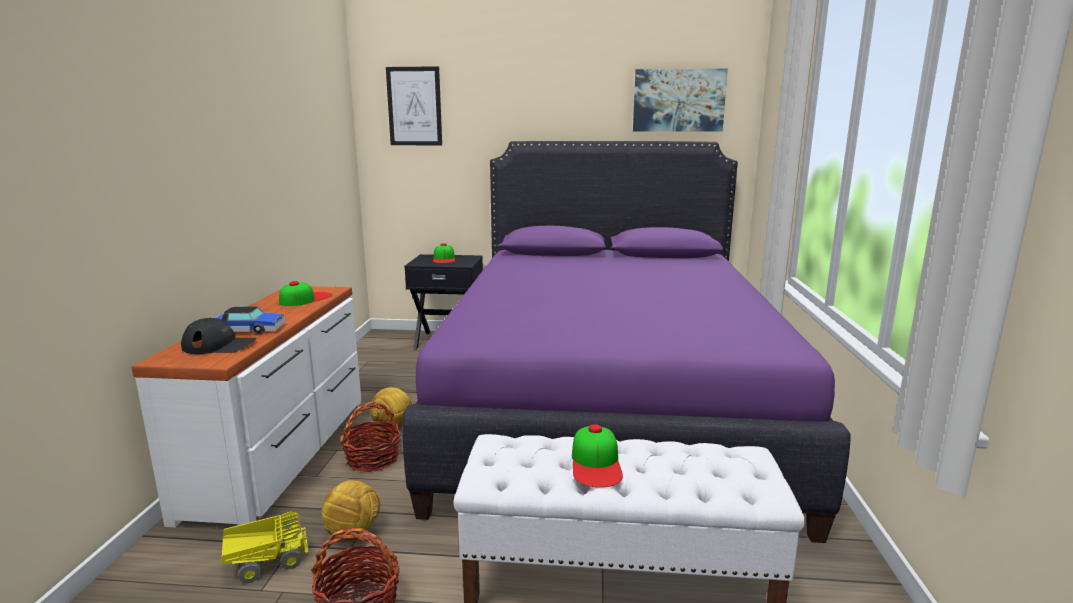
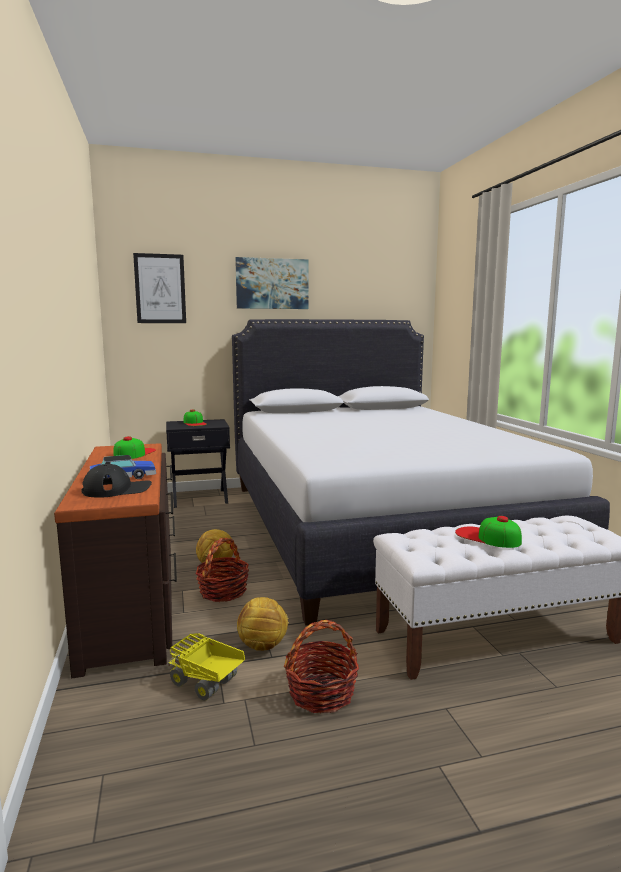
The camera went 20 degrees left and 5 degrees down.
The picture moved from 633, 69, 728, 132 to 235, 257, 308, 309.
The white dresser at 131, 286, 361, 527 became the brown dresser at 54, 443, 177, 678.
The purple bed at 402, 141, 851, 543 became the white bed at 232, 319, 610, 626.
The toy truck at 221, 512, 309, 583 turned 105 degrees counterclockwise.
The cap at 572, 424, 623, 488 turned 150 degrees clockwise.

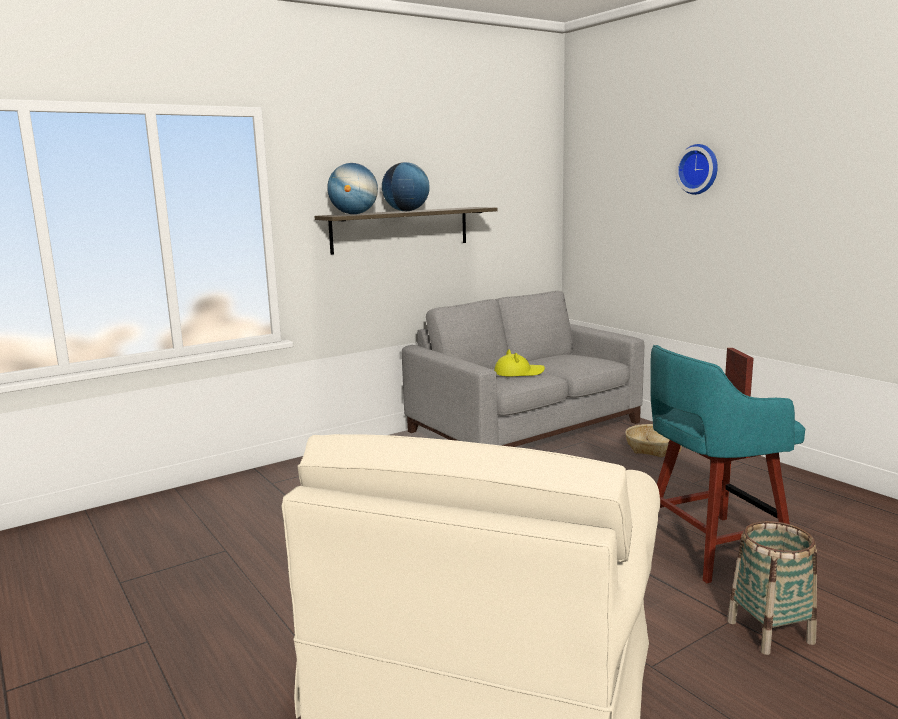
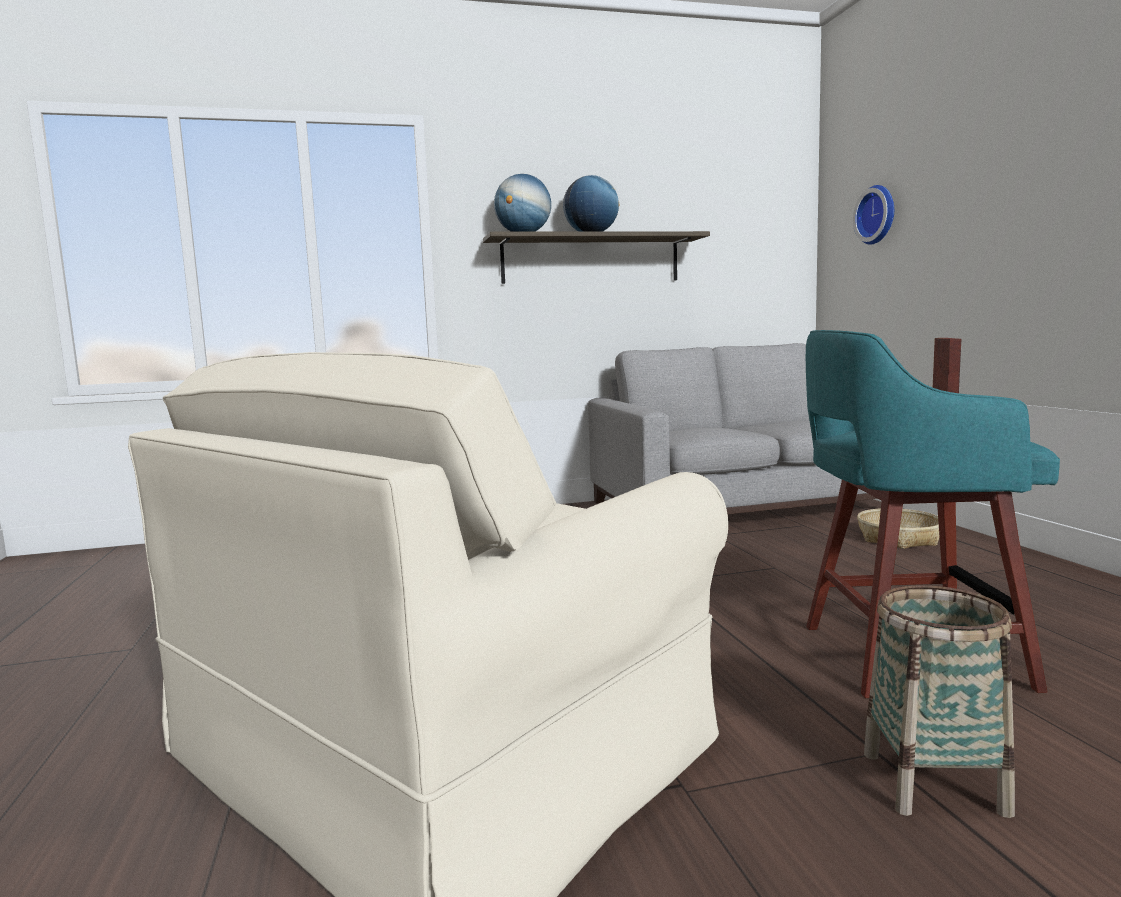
The camera went 20 degrees right and 5 degrees down.
The yellow hat at 494, 349, 545, 376 disappeared.
The wall clock moved from 675, 144, 718, 195 to 853, 185, 894, 245.

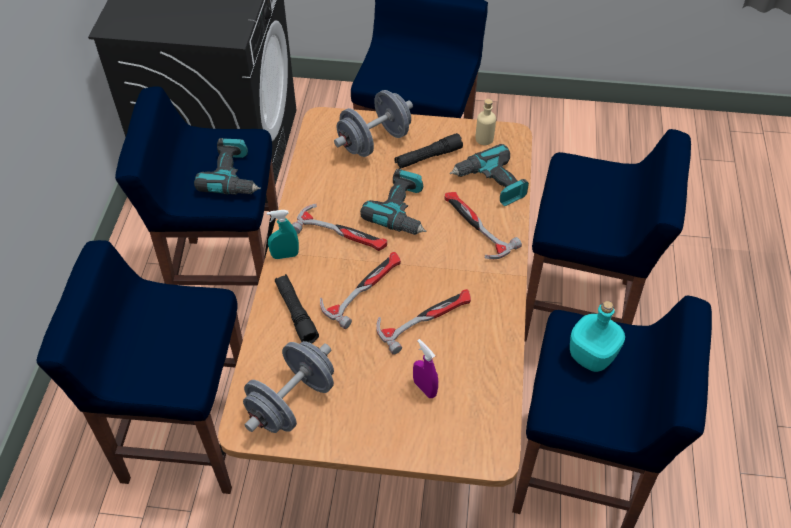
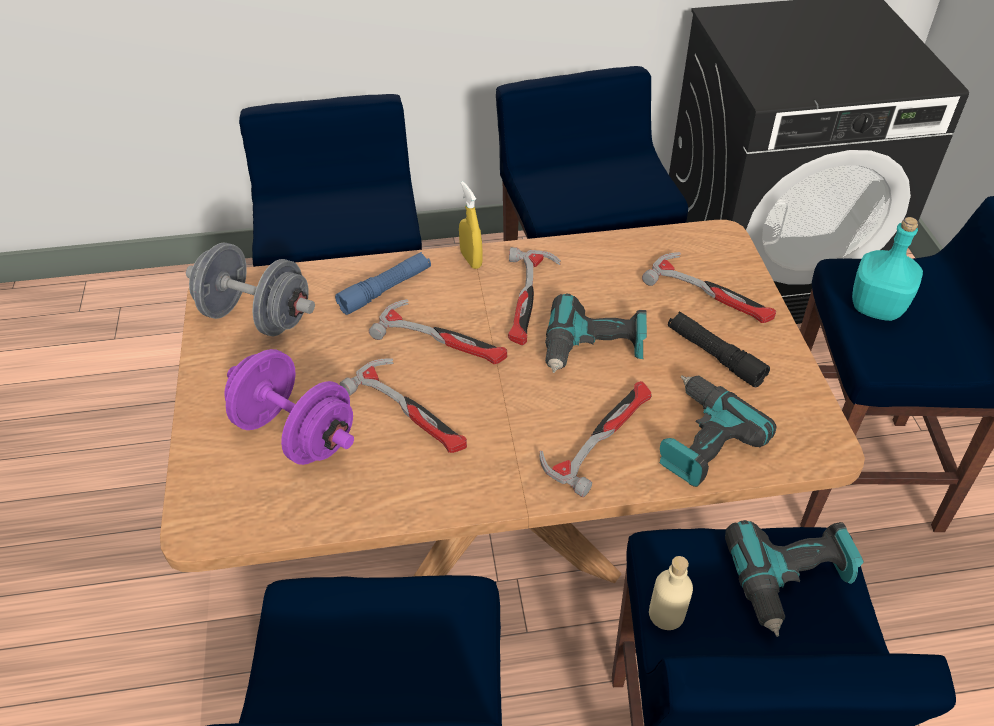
The camera went 75 degrees right and 5 degrees down.
The power drill moved from 194, 138, 261, 195 to 725, 520, 864, 637.
The beige bottle moved from 475, 99, 496, 145 to 649, 556, 693, 630.
The turquoise bottle moved from 570, 301, 625, 372 to 852, 217, 923, 321.
The grey dumbbell at 334, 90, 413, 157 was replaced by the hammer at 642, 252, 776, 323.
The purple spray bottle at 413, 339, 438, 398 was replaced by the purple dumbbell at 224, 349, 354, 465.
The turquoise spray bottle at 267, 210, 299, 259 became the yellow spray bottle at 459, 181, 482, 269.
The black flashlight at 275, 274, 319, 344 became the blue flashlight at 335, 252, 431, 315.

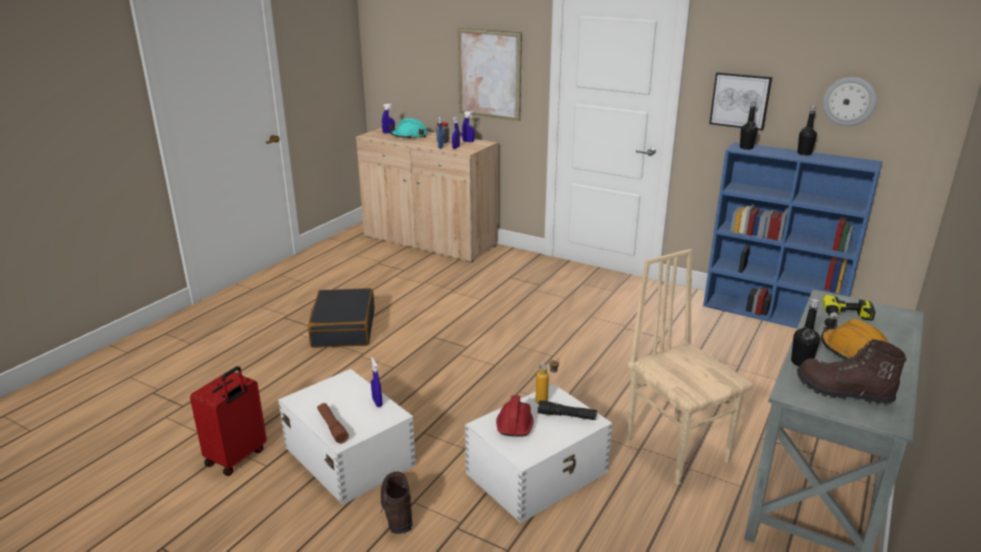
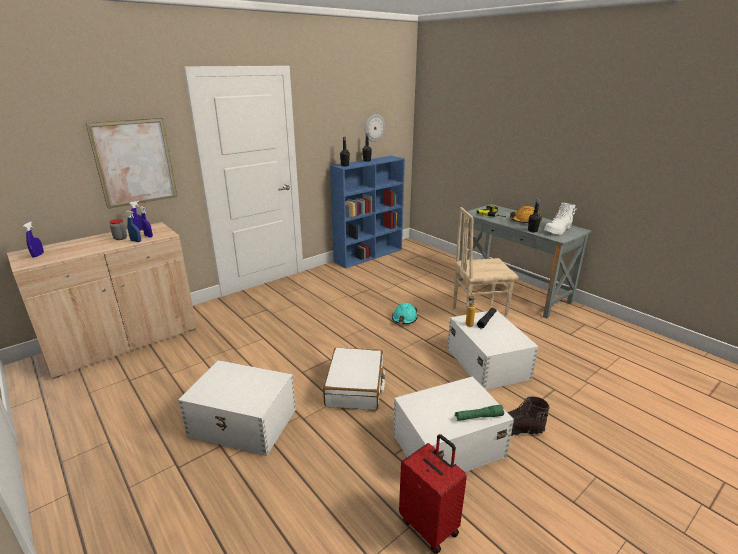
The camera went 70 degrees left and 0 degrees up.
The blue spray bottle at 371, 357, 382, 407 disappeared.
The red hard hat at 496, 395, 534, 437 disappeared.
The picture at 709, 72, 772, 131 disappeared.
The white suitcase at 323, 347, 385, 410 appeared.
The turquoise hard hat moved from 389, 118, 427, 138 to 392, 303, 418, 324.
The black suitcase at 308, 288, 374, 348 was replaced by the white storage box at 178, 360, 296, 456.
The brown flashlight at 317, 403, 349, 444 became the green flashlight at 455, 405, 504, 421.
The brown boot at 797, 339, 907, 404 became the white boot at 543, 203, 577, 235.

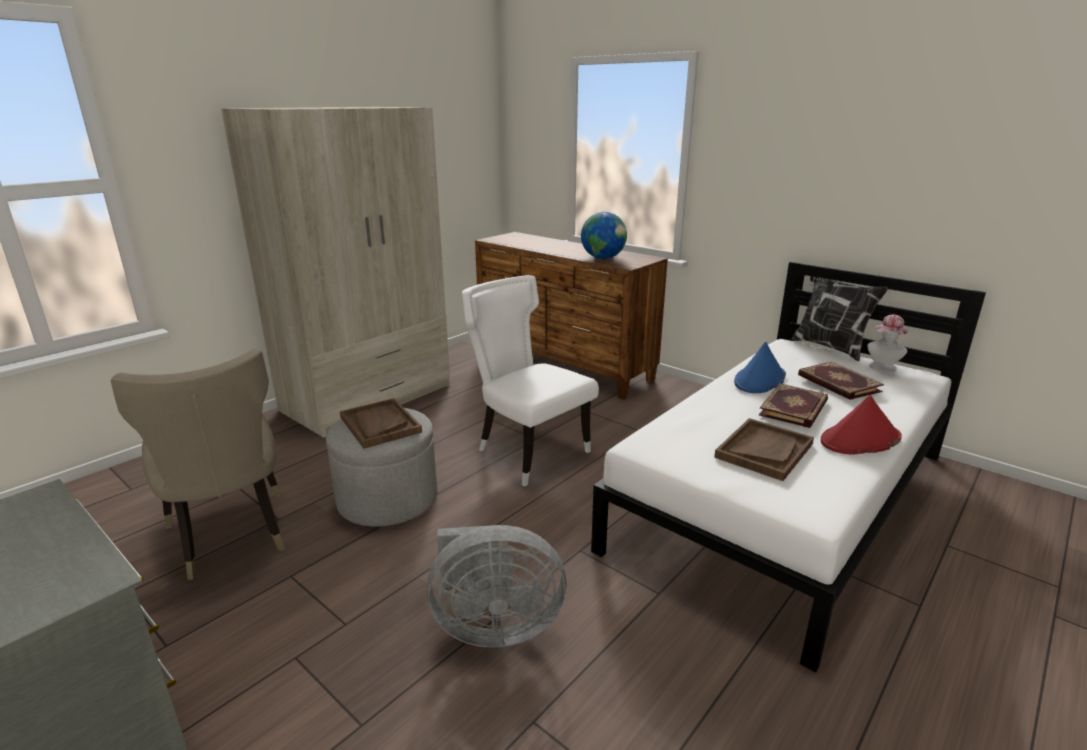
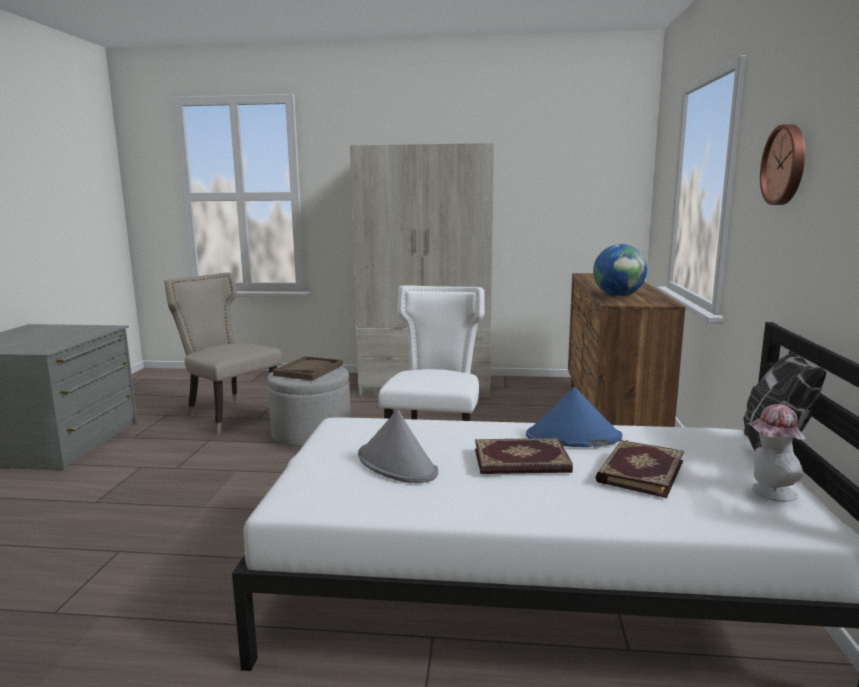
The camera went 55 degrees right and 10 degrees down.
The grey fan at 427, 525, 566, 647 disappeared.
The red hat at 821, 395, 902, 455 disappeared.
The wall clock at 760, 124, 805, 205 appeared.
The brown tray at 714, 418, 814, 481 was replaced by the grey hat at 358, 409, 438, 483.
The beige chair at 111, 349, 285, 580 turned 105 degrees clockwise.

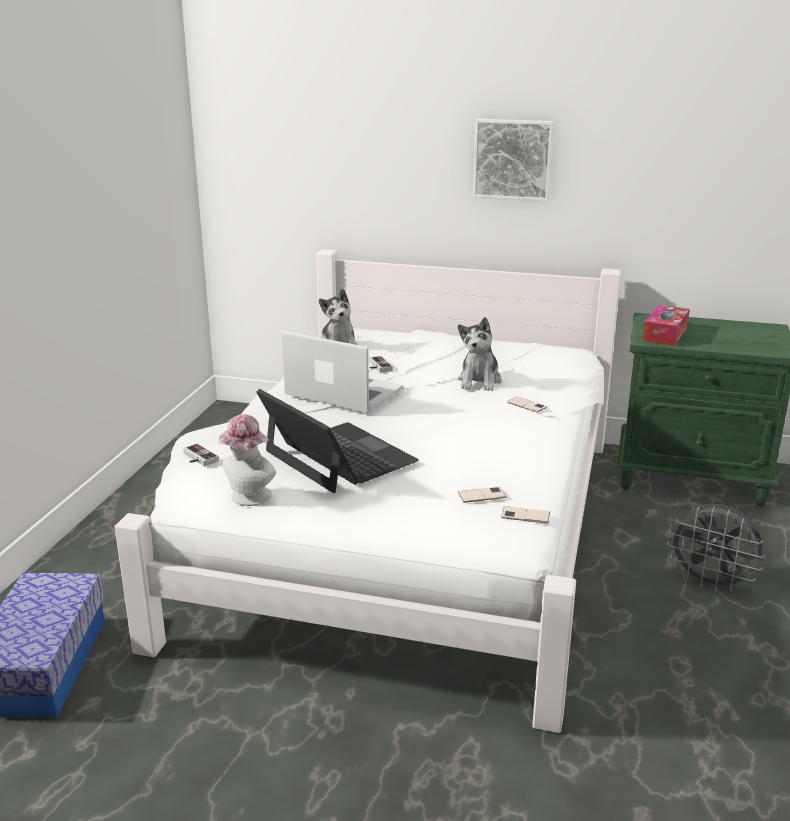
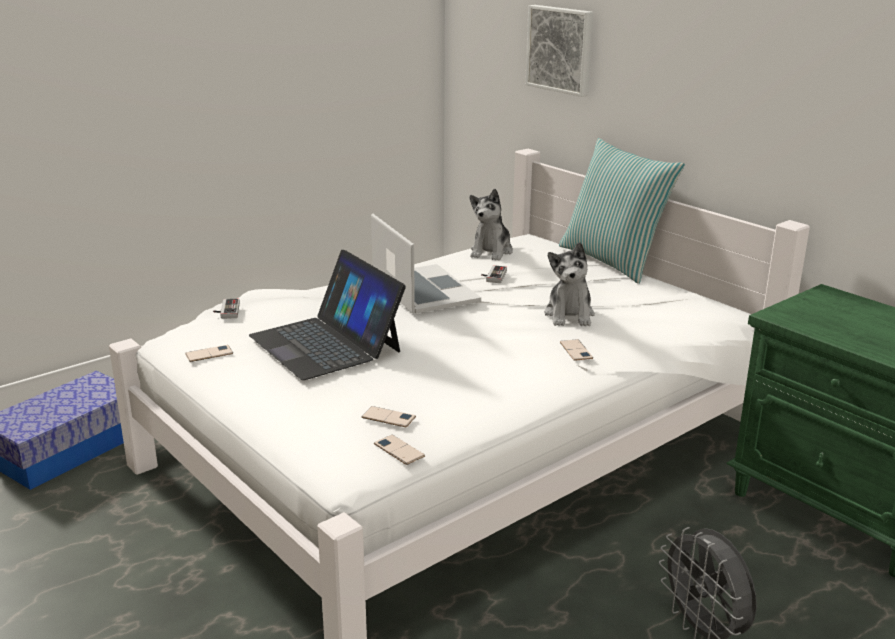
The camera went 35 degrees right and 0 degrees up.
The tissue box at 643, 305, 690, 346 disappeared.
The pillow at 559, 138, 685, 284 appeared.
The picture moved from 473, 119, 554, 201 to 525, 5, 594, 97.
The hat at 218, 414, 276, 506 was replaced by the phone at 185, 345, 233, 362.
The laptop at 256, 389, 419, 493 turned 150 degrees clockwise.
The plush toy at 458, 317, 502, 391 turned 45 degrees counterclockwise.

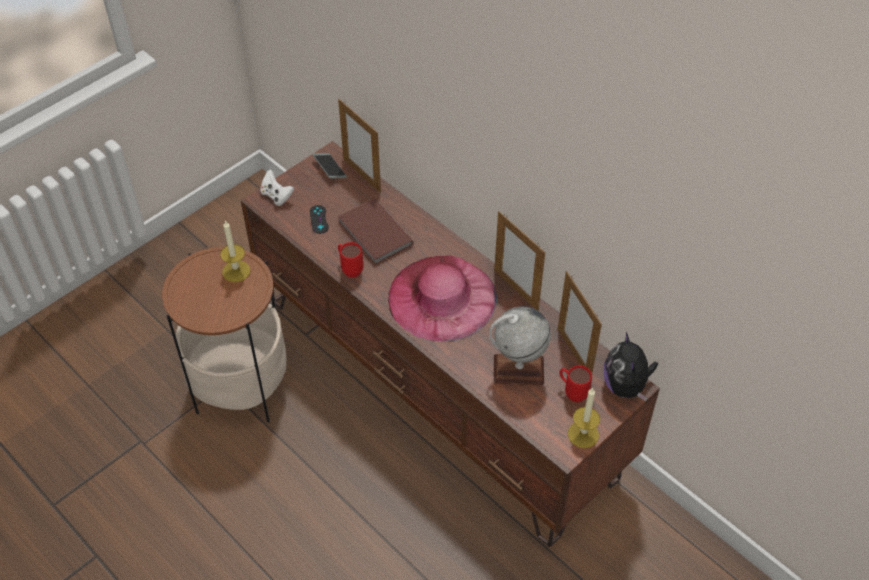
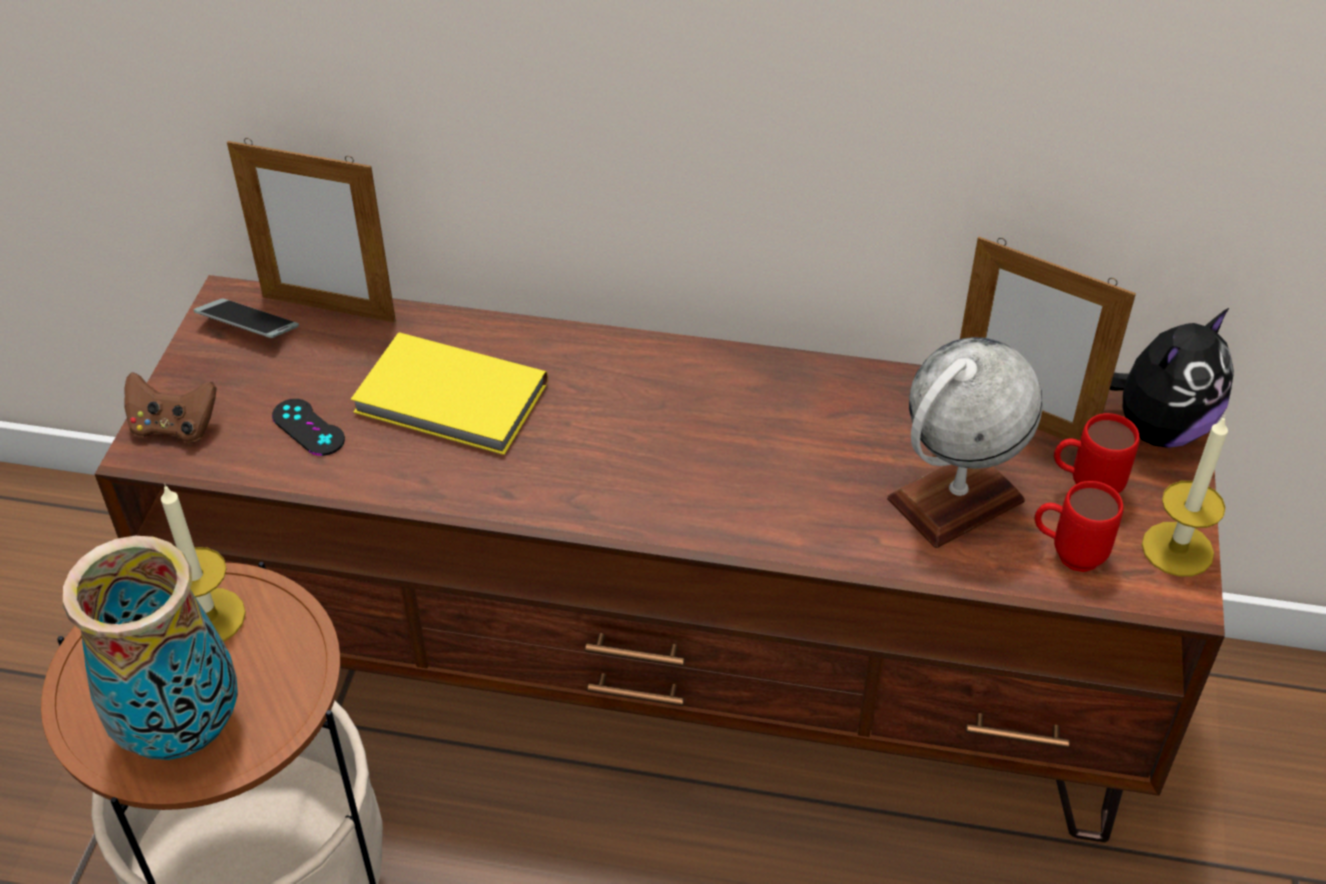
The camera went 35 degrees left and 5 degrees down.
The pink hat at 388, 256, 497, 341 disappeared.
The picture frame at 494, 211, 545, 311 disappeared.
The vase at 63, 536, 238, 760 appeared.
The red mug moved from 338, 242, 363, 278 to 1034, 481, 1123, 572.
The white game controller at 260, 170, 294, 206 became the brown game controller at 125, 372, 217, 443.
The brown book at 338, 198, 414, 265 became the yellow book at 351, 332, 548, 455.
The plush toy at 604, 332, 658, 401 turned 90 degrees counterclockwise.

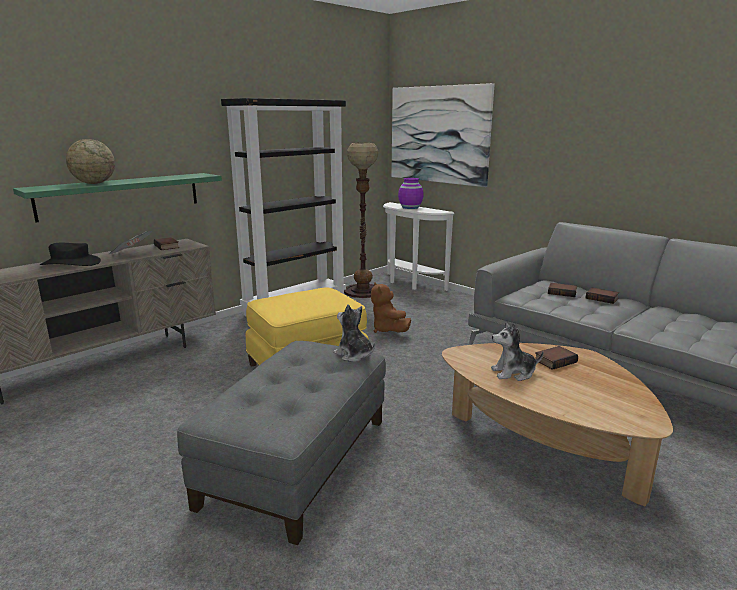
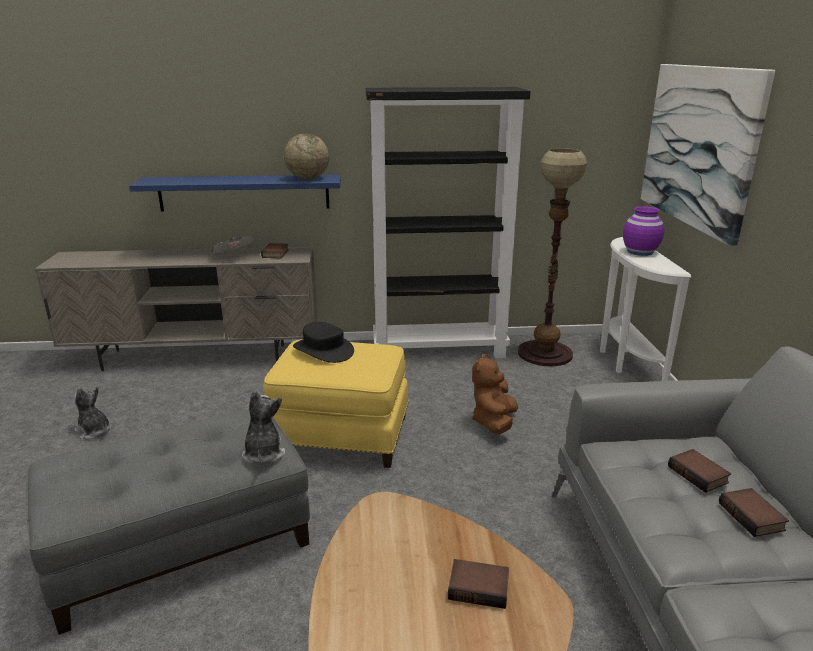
The camera went 40 degrees right and 5 degrees up.
The black hat moved from 40, 243, 101, 266 to 293, 322, 354, 363.
The globe moved from 66, 139, 115, 184 to 284, 133, 329, 179.
The plush toy moved from 491, 322, 544, 381 to 74, 386, 112, 440.
The green shelf at 13, 173, 222, 222 became the blue shelf at 129, 175, 341, 211.

